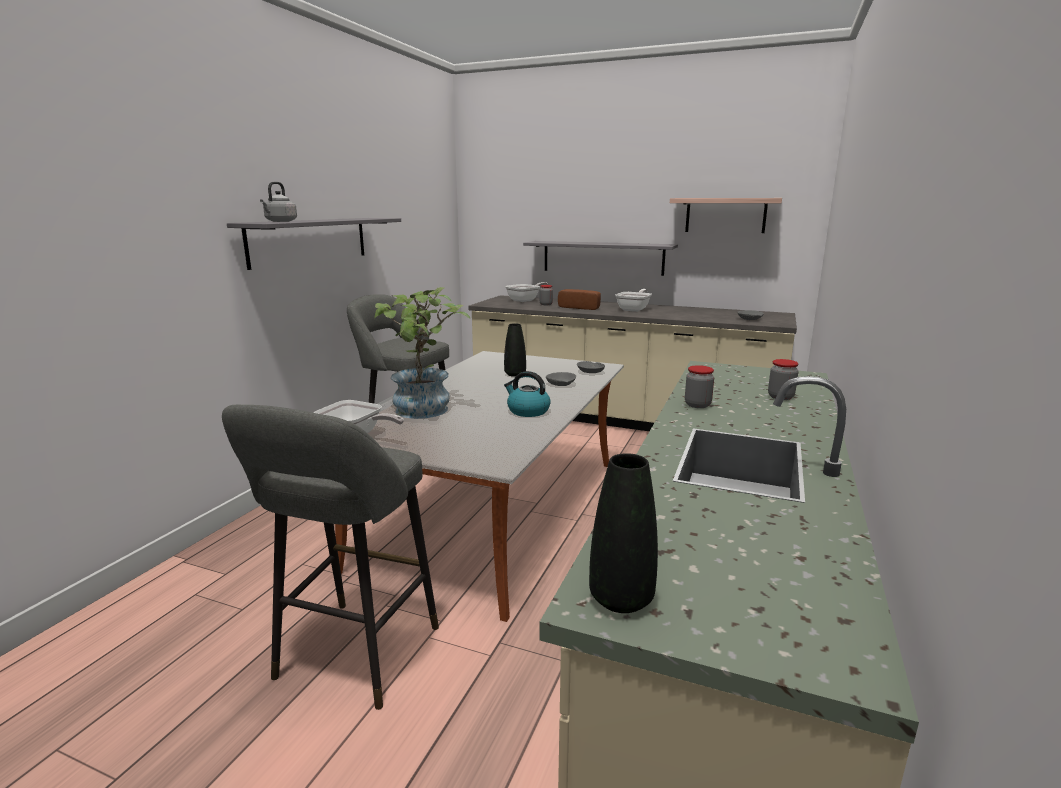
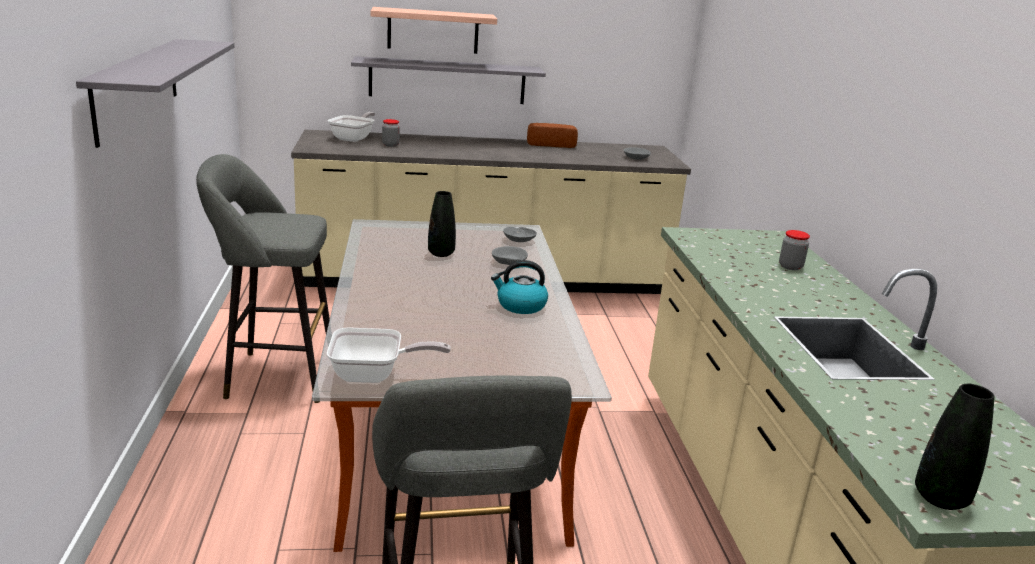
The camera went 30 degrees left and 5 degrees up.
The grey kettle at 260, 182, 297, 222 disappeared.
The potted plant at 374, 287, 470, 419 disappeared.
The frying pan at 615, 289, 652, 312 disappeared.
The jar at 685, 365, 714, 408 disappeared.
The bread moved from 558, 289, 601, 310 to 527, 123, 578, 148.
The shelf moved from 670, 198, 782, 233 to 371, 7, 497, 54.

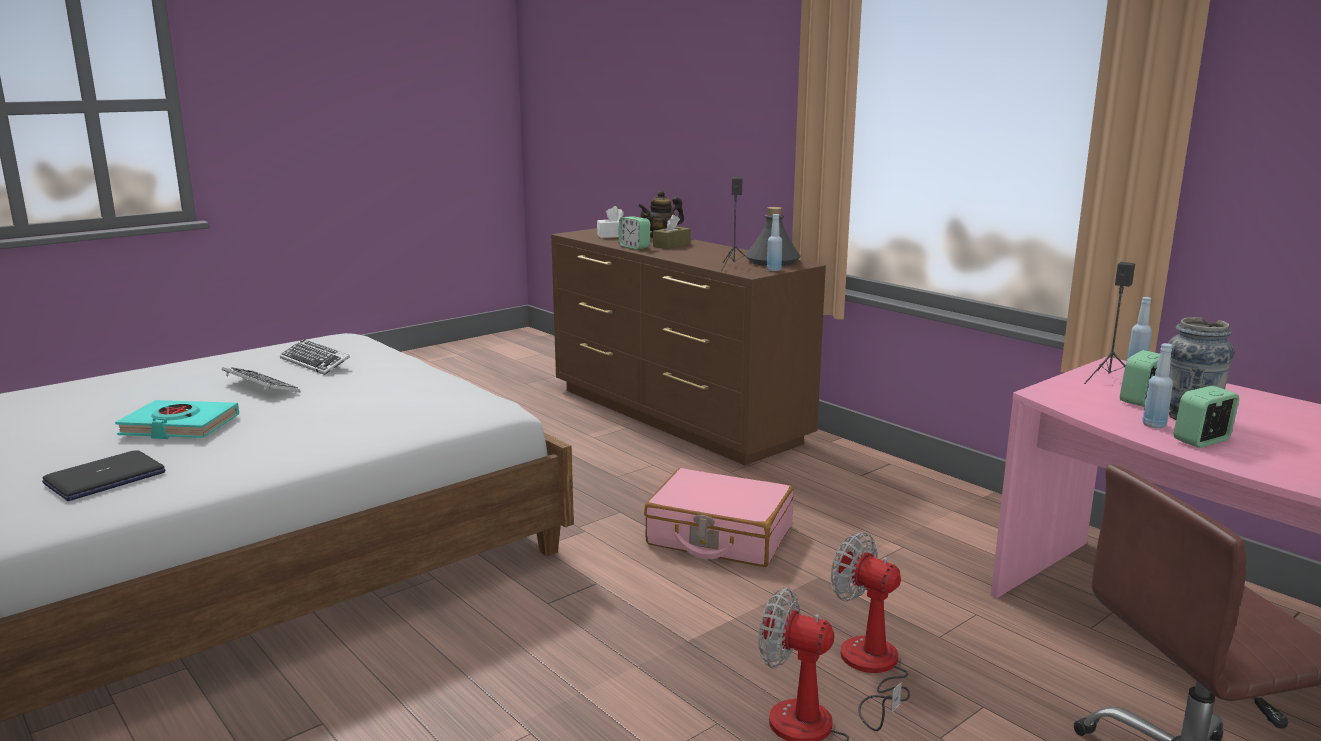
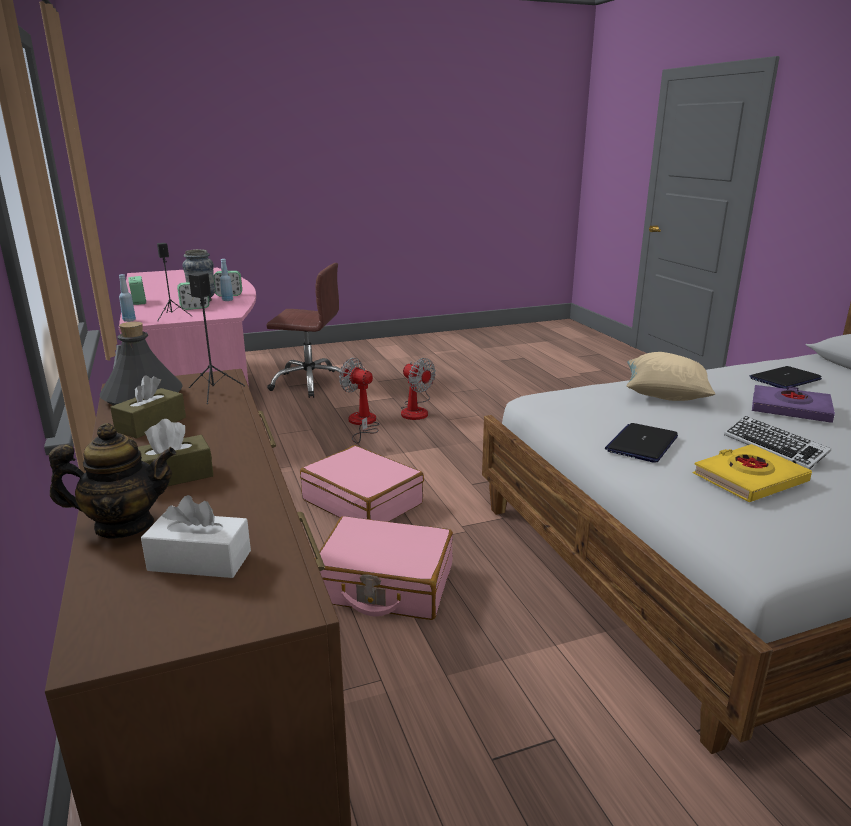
The camera went 160 degrees left and 5 degrees up.
The blue bottle at 767, 214, 782, 271 disappeared.
The brown tissue box at 110, 376, 186, 439 appeared.
The pink suitcase at 315, 516, 453, 620 appeared.
The laptop at 605, 423, 678, 463 appeared.
The beige pillow at 627, 352, 716, 401 appeared.
The alarm clock moved from 619, 216, 650, 250 to 128, 276, 146, 305.
The keyboard at 280, 339, 350, 375 was replaced by the yellow book at 693, 444, 812, 502.
The turquoise book at 115, 400, 239, 439 became the purple book at 752, 385, 835, 423.
The fan at 831, 532, 910, 731 turned 150 degrees clockwise.

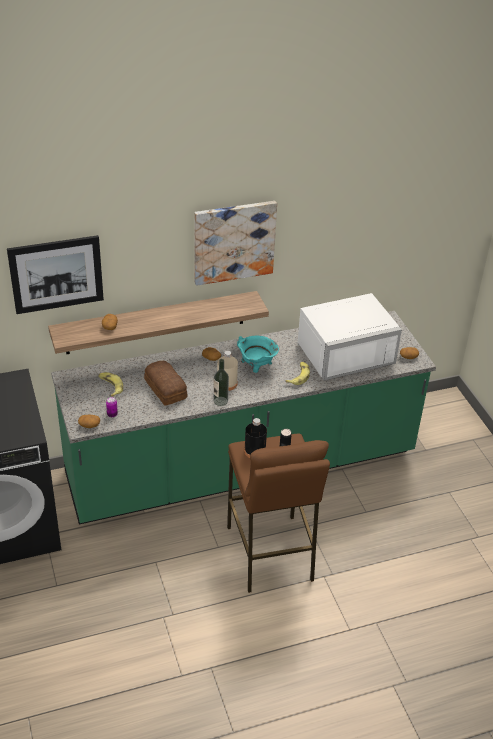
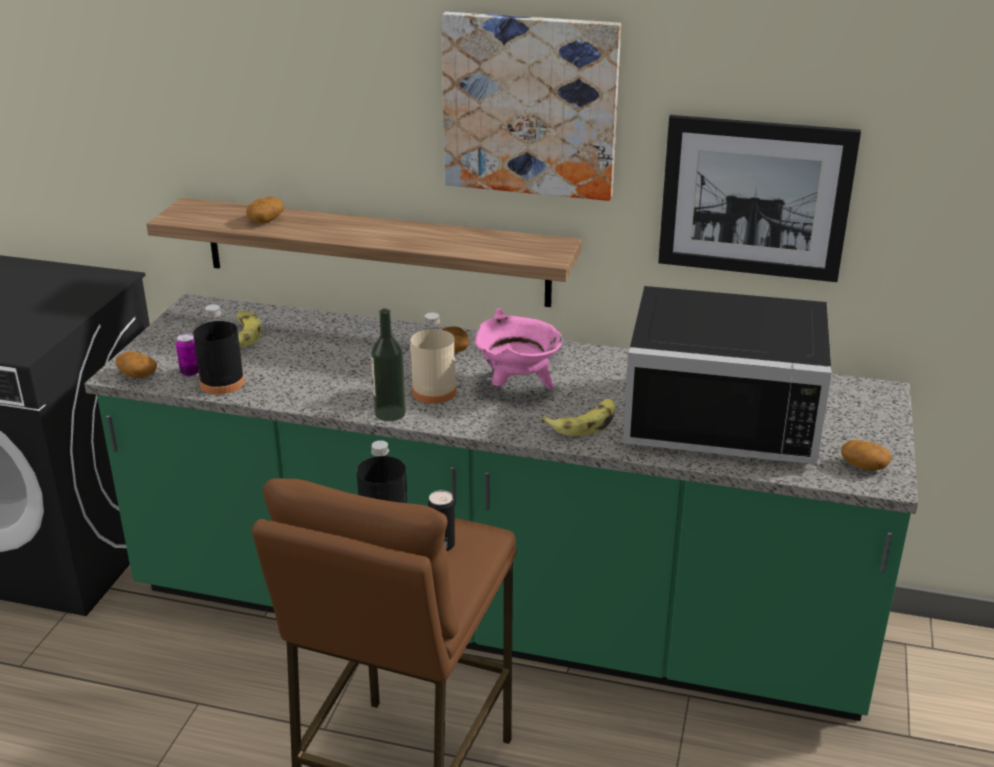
The camera went 35 degrees right and 10 degrees down.
The bread at 144, 361, 187, 406 disappeared.
The black bottle at 193, 304, 245, 395 appeared.
The picture moved from 7, 235, 104, 314 to 658, 115, 861, 282.
The turquoise cooking pot at 237, 336, 279, 373 became the pink cooking pot at 475, 308, 563, 389.
The white microwave at 298, 293, 402, 381 became the black microwave at 623, 286, 832, 465.

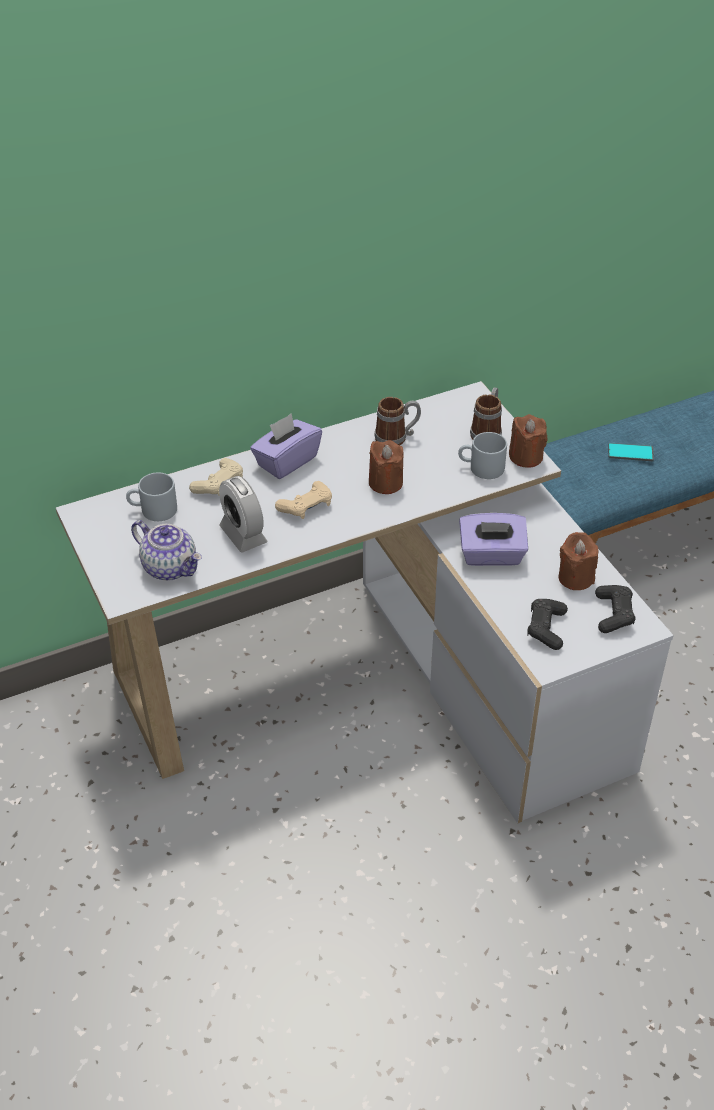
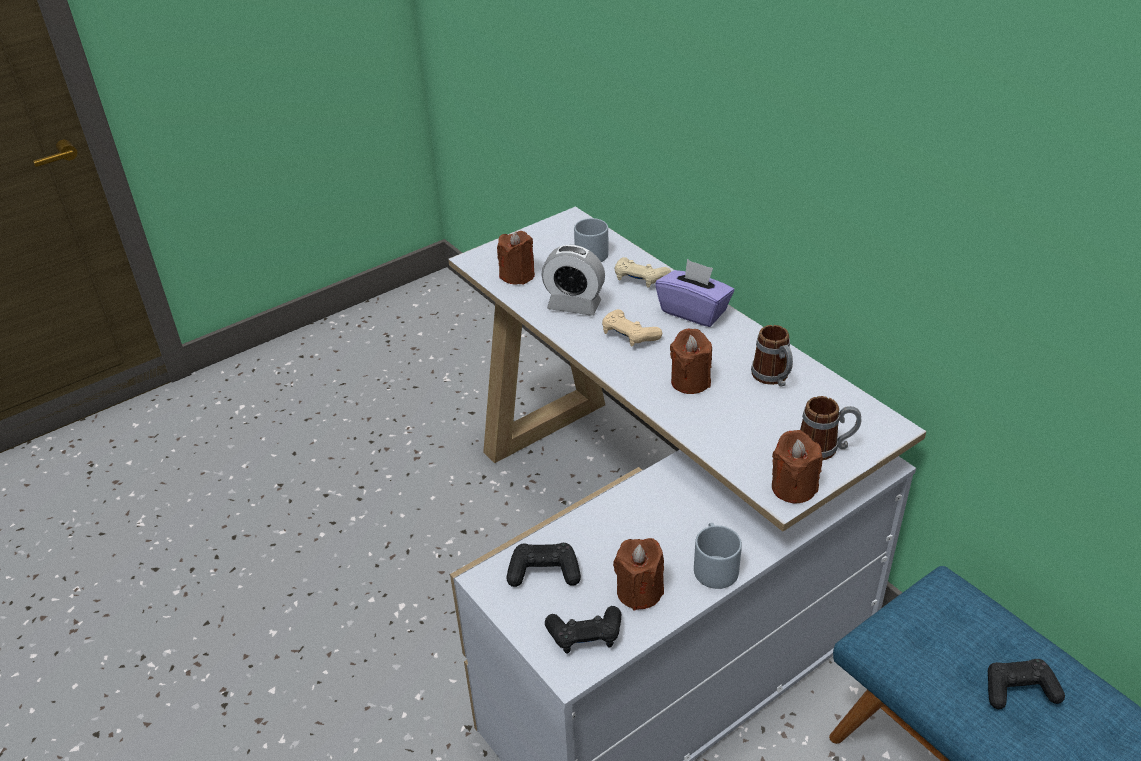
The camera went 80 degrees right and 5 degrees down.
The purple tissue box at 459, 513, 528, 566 disappeared.
The grey mug moved from 458, 432, 507, 479 to 694, 523, 742, 589.
The teapot at 131, 520, 202, 581 was replaced by the brown candle at 497, 231, 535, 285.
The phone at 608, 443, 654, 461 was replaced by the black game controller at 988, 659, 1065, 709.
The alarm clock at 219, 476, 267, 552 turned 120 degrees counterclockwise.

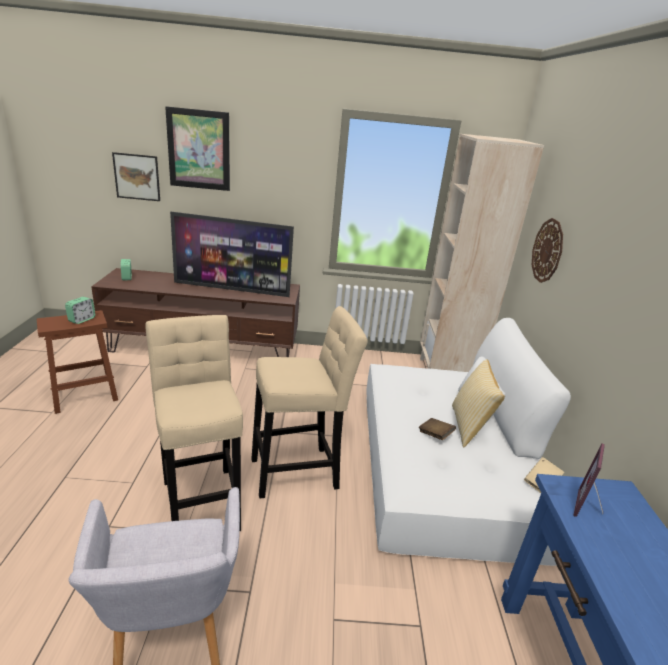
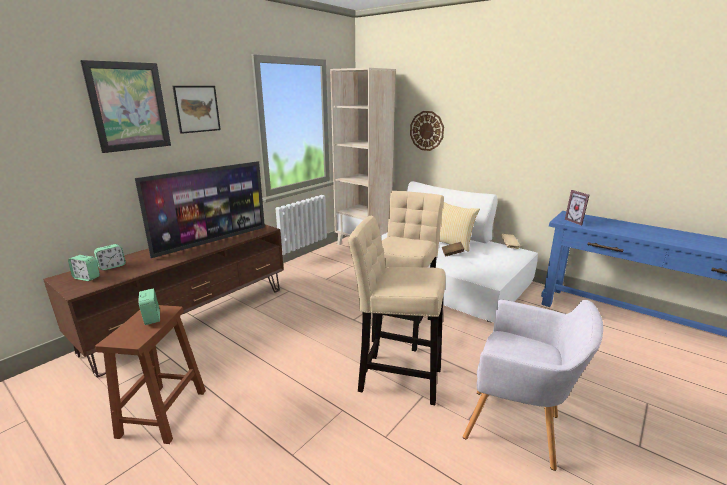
The camera went 50 degrees left and 5 degrees down.
The alarm clock at 94, 244, 126, 270 appeared.
The picture moved from 112, 152, 160, 201 to 172, 86, 221, 134.

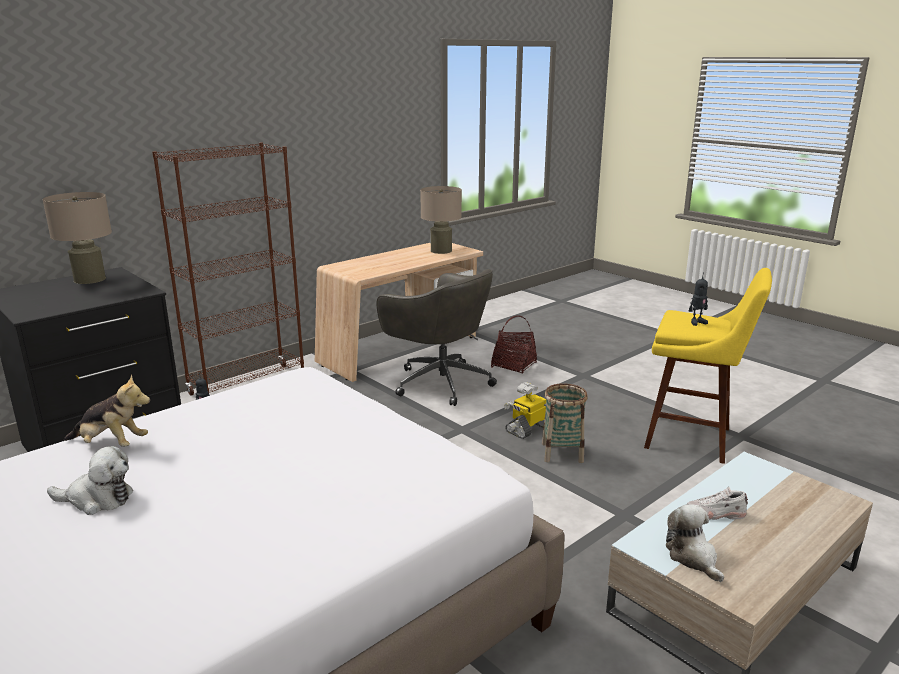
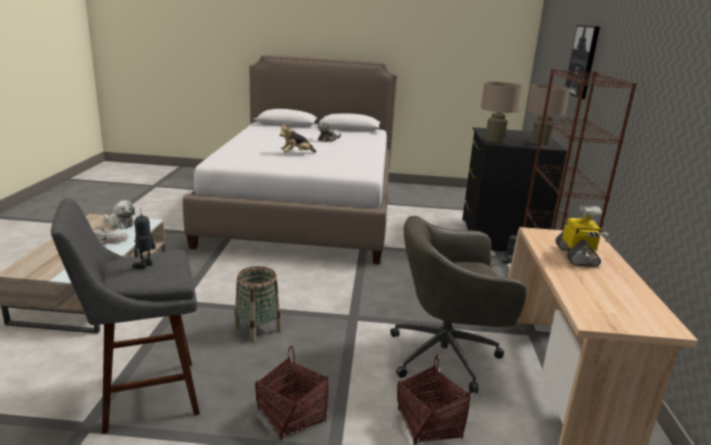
The camera went 135 degrees right and 0 degrees up.
The basket at 255, 345, 329, 440 appeared.
The picture at 565, 25, 600, 99 appeared.
The plush toy moved from 64, 374, 150, 447 to 280, 124, 316, 152.
The beige table lamp moved from 420, 186, 462, 254 to 481, 82, 522, 142.
The toy robot moved from 504, 382, 546, 439 to 555, 205, 611, 267.
The yellow stool at 644, 268, 772, 464 became the grey stool at 51, 198, 200, 434.

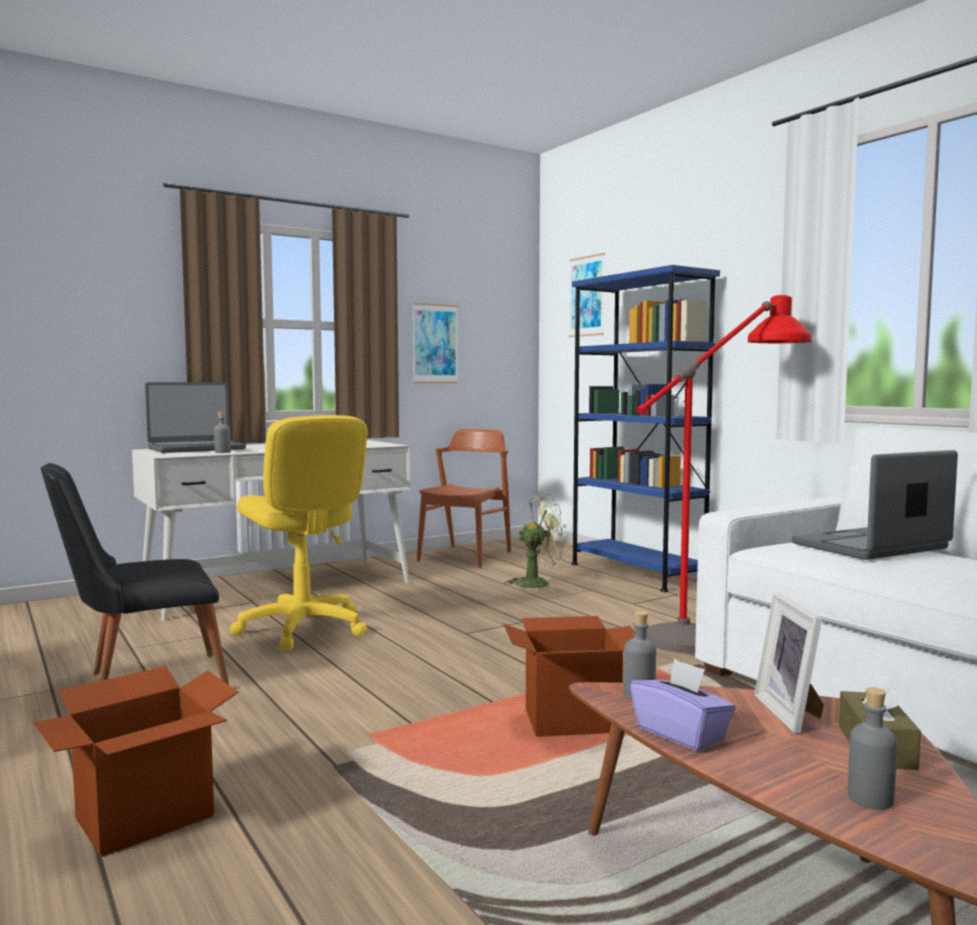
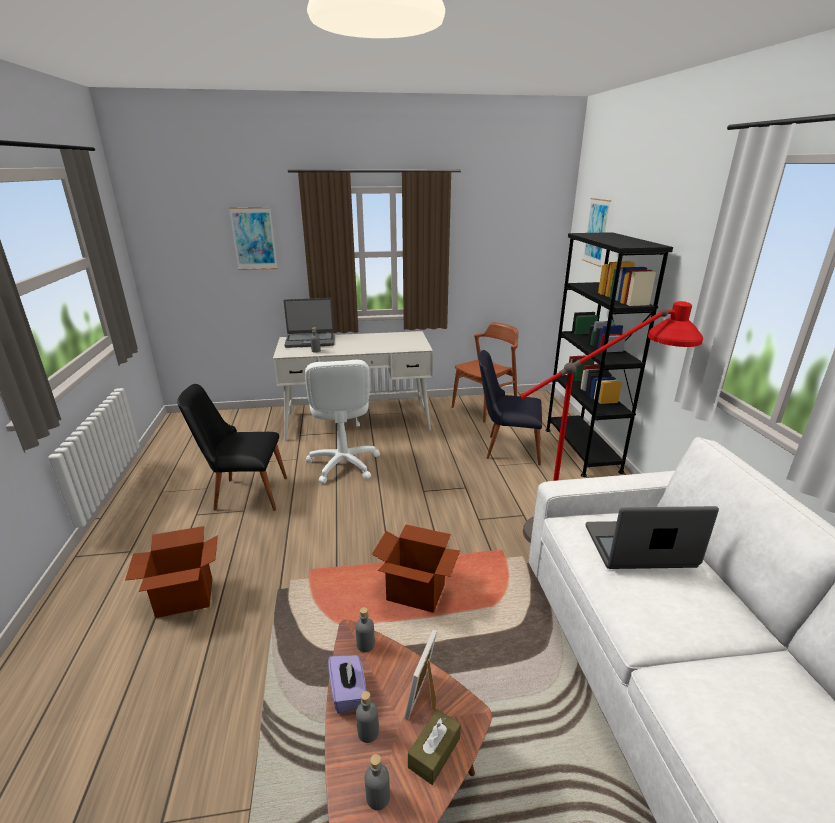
The camera went 25 degrees right and 20 degrees up.
The grey bottle at 356, 691, 379, 743 appeared.
The picture moved from 412, 303, 458, 383 to 229, 207, 278, 270.
The green fan at 504, 494, 569, 591 was replaced by the black chair at 478, 350, 542, 466.
The yellow office chair at 230, 415, 368, 650 became the white office chair at 305, 360, 380, 483.
The blue bookcase at 571, 265, 720, 592 became the black bookcase at 545, 232, 673, 477.

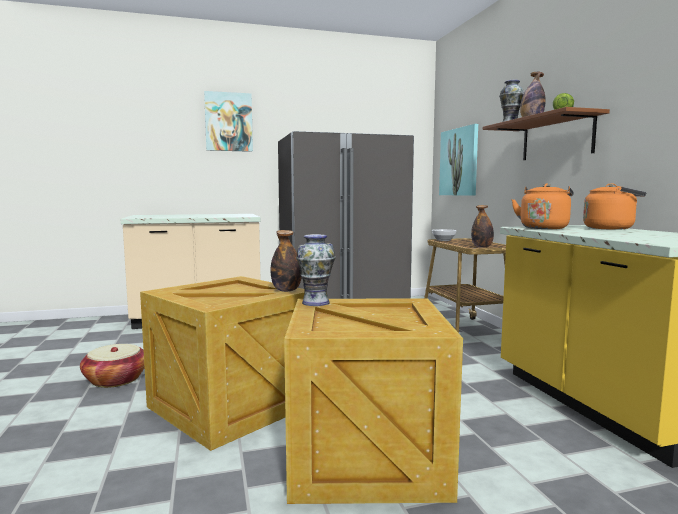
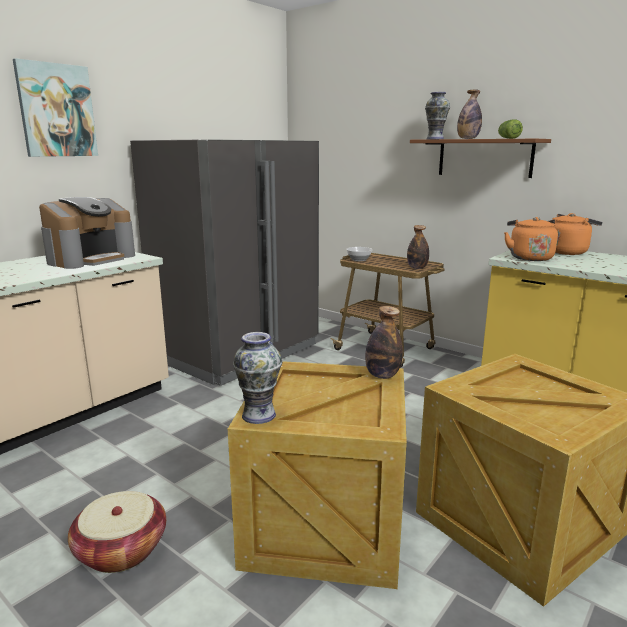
The camera went 35 degrees left and 10 degrees up.
The picture at 439, 124, 478, 196 disappeared.
The coffee machine at 39, 197, 135, 269 appeared.
The vase moved from 296, 234, 336, 306 to 233, 332, 282, 424.

